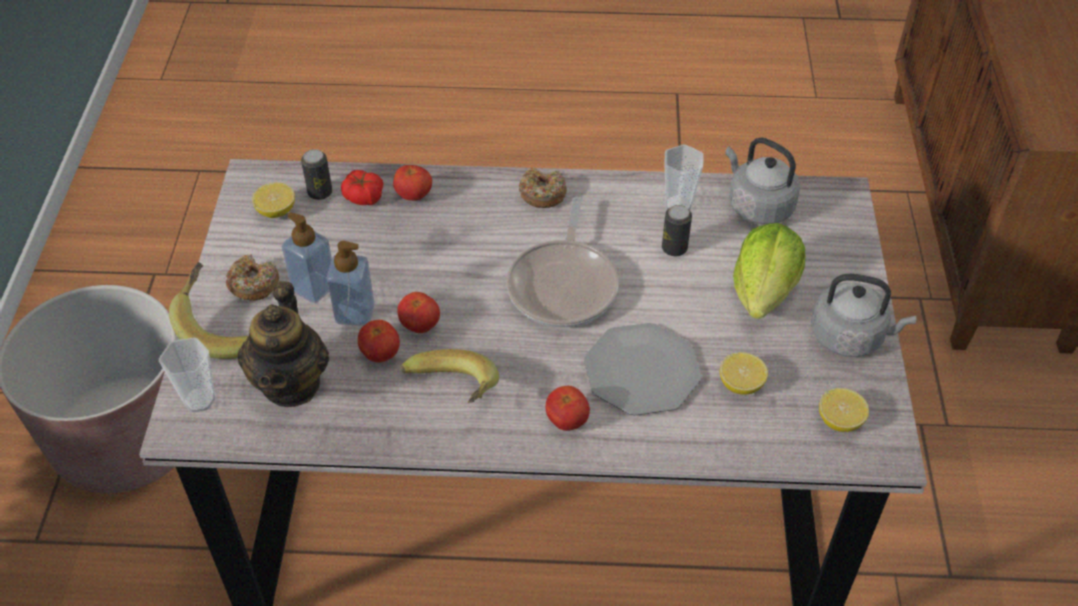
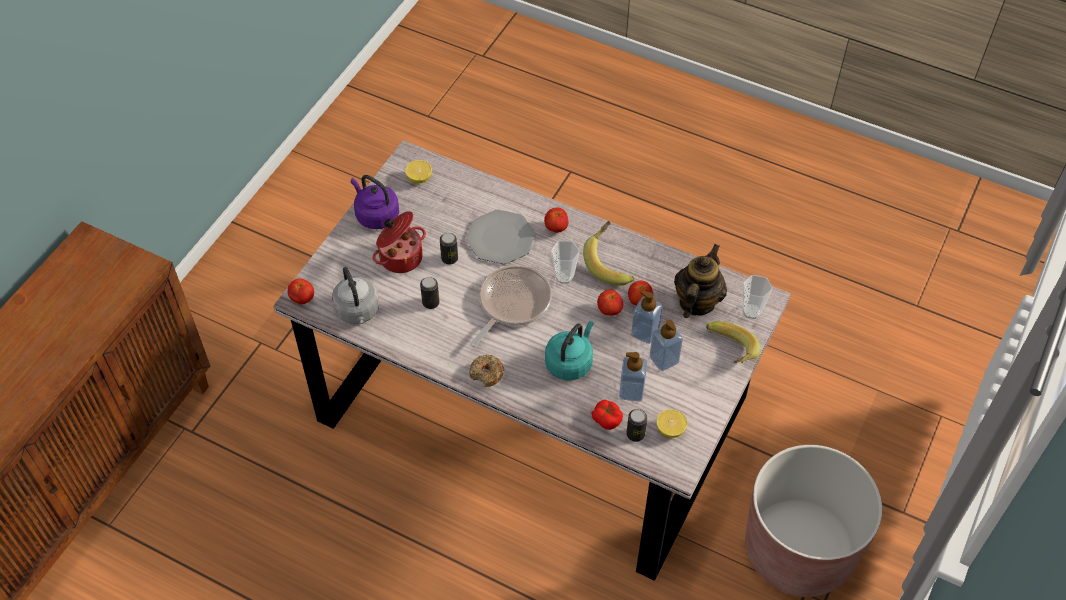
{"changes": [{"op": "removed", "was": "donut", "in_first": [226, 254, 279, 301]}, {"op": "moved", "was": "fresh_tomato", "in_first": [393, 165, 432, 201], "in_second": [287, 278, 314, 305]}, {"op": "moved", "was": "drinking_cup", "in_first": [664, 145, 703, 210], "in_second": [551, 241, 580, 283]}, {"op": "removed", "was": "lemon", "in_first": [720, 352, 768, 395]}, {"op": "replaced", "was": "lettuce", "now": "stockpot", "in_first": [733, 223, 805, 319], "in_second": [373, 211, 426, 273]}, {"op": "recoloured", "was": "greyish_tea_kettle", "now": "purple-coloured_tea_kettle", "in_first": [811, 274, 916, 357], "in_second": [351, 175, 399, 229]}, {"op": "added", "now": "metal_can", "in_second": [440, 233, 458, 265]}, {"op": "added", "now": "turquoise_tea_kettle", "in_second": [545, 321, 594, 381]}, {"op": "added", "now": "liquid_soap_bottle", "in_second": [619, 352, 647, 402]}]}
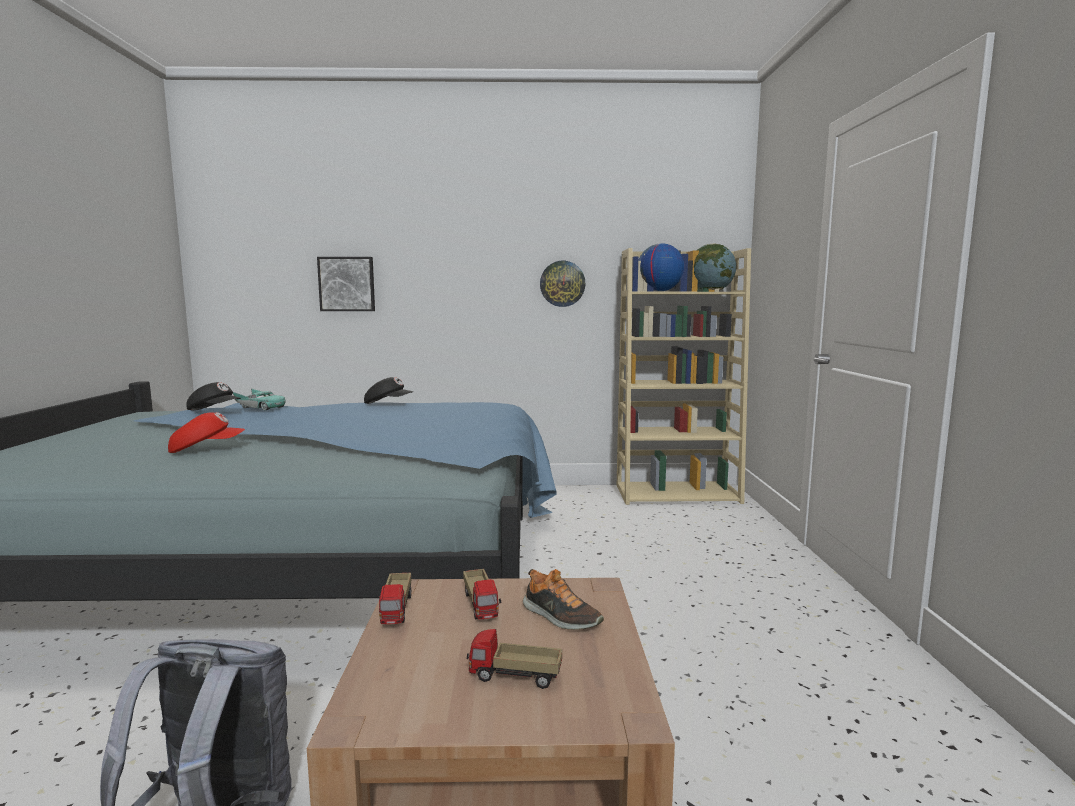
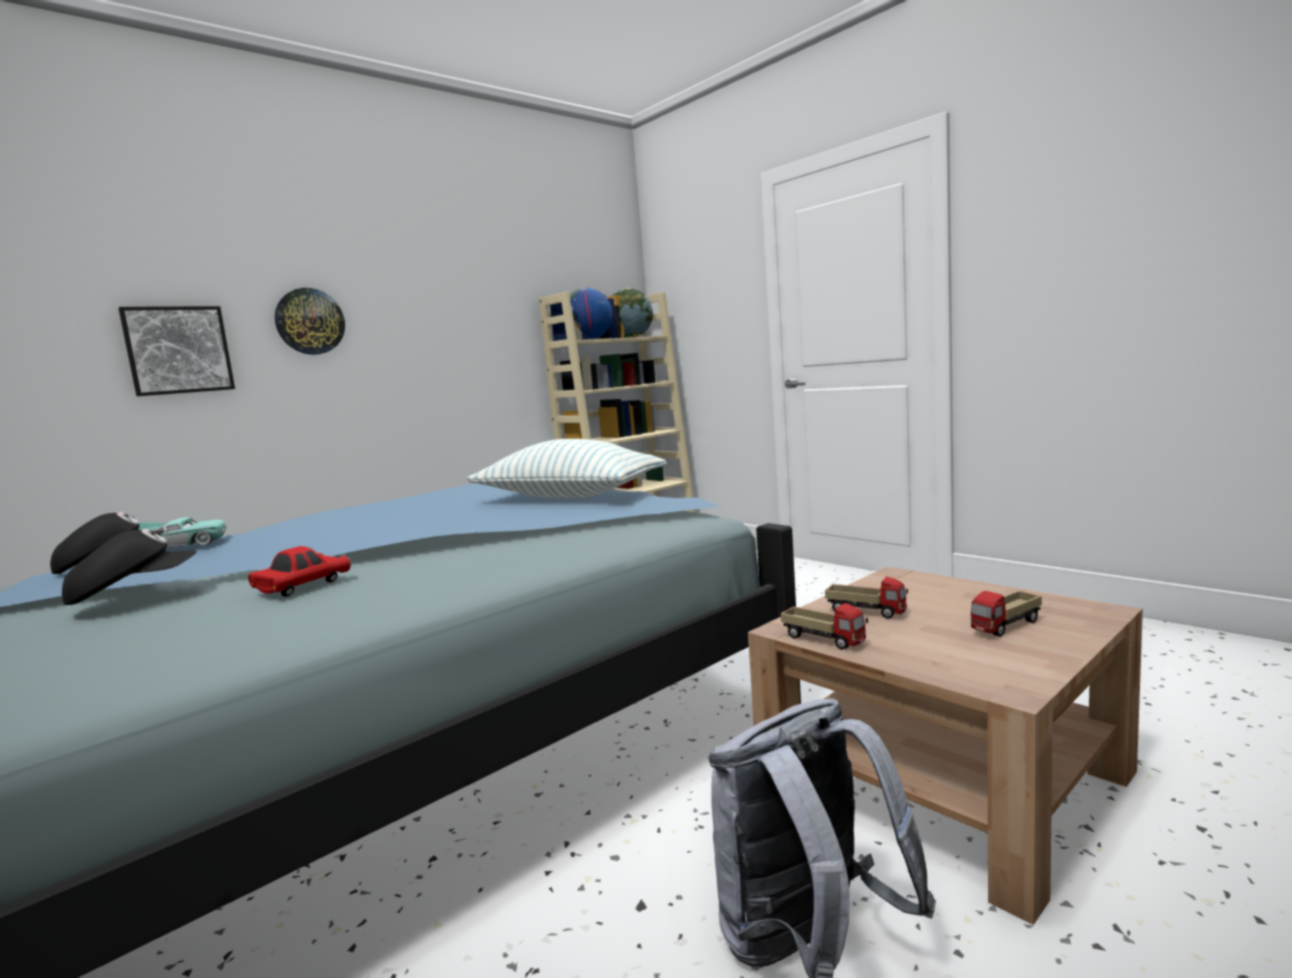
{"changes": [{"op": "replaced", "was": "reddish_baseball_cap", "now": "reddish_toy_car", "in_first": [168, 412, 245, 453], "in_second": [248, 546, 351, 597]}, {"op": "moved", "was": "black_baseball_cap", "in_first": [364, 377, 413, 404], "in_second": [62, 529, 197, 605]}, {"op": "removed", "was": "low_shoe", "in_first": [523, 569, 604, 630]}, {"op": "moved", "was": "wall_clock", "in_first": [540, 261, 585, 307], "in_second": [275, 288, 345, 355]}, {"op": "added", "now": "cushion", "in_second": [467, 439, 667, 498]}]}
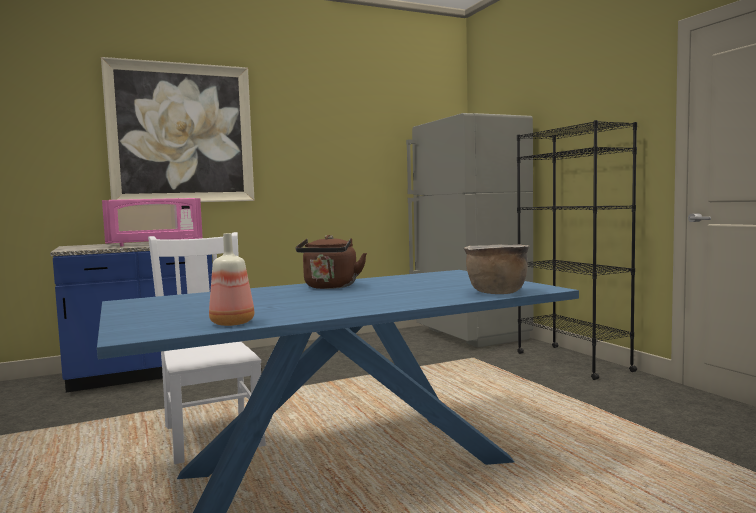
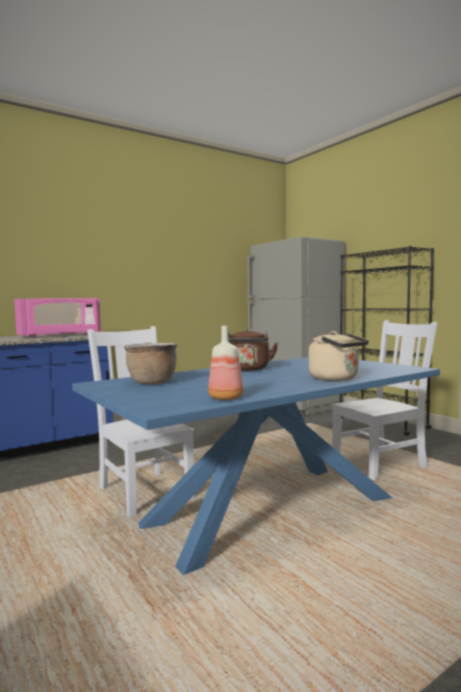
{"changes": [{"op": "removed", "was": "wall_picture", "in_first": [101, 57, 255, 202]}, {"op": "moved", "was": "brown_stockpot", "in_first": [464, 244, 529, 294], "in_second": [124, 343, 177, 384]}, {"op": "added", "now": "beige-coloured_tea_kettle", "in_second": [309, 331, 369, 381]}, {"op": "added", "now": "white-coloured_plain_chair", "in_second": [332, 320, 437, 480]}]}
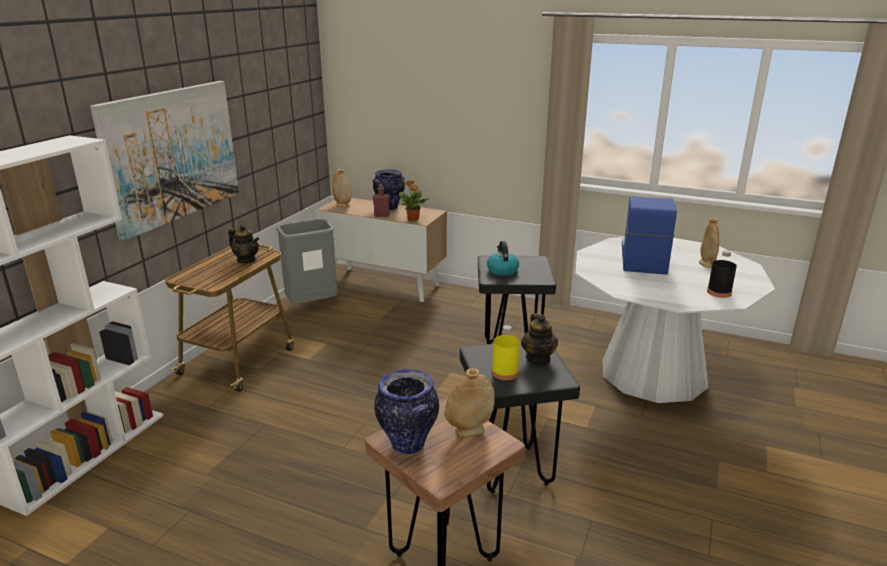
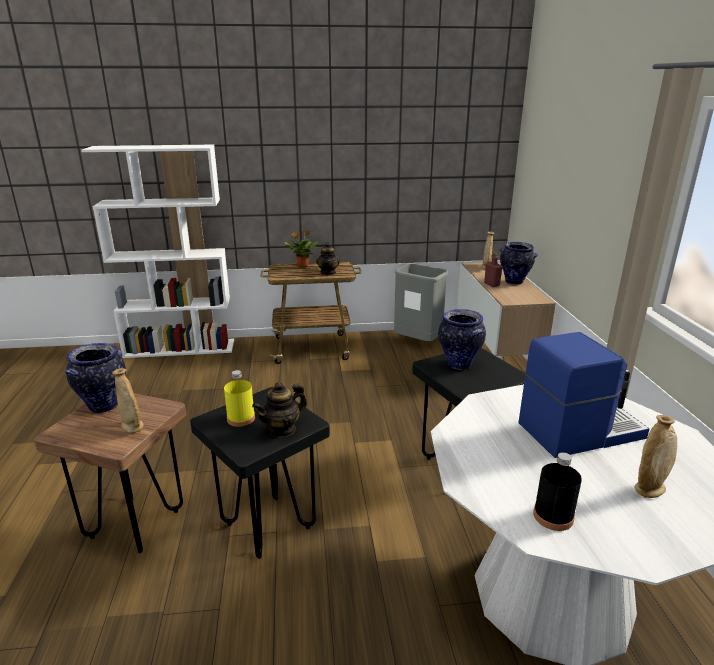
{"changes": [{"op": "removed", "was": "wall_picture", "in_first": [90, 81, 239, 241]}, {"op": "moved", "was": "plant_in_a_pot", "in_first": [399, 181, 429, 220], "in_second": [284, 229, 318, 267]}, {"op": "replaced", "was": "tea_kettle", "now": "flower_vase", "in_first": [487, 241, 519, 276], "in_second": [438, 309, 486, 370]}]}
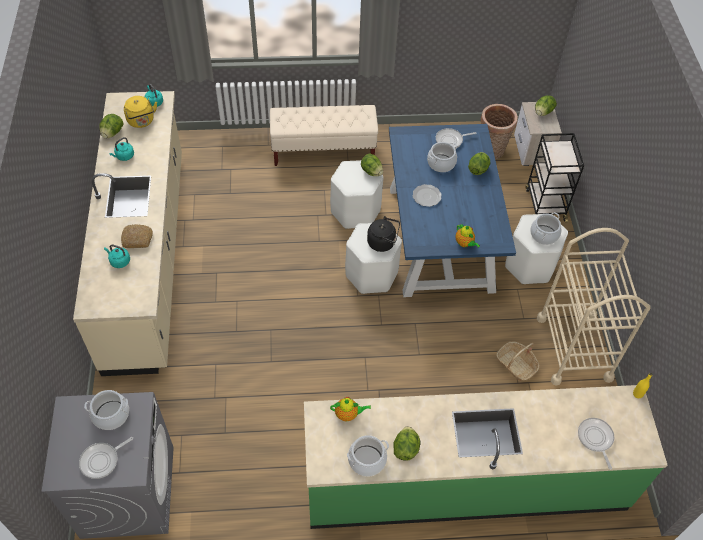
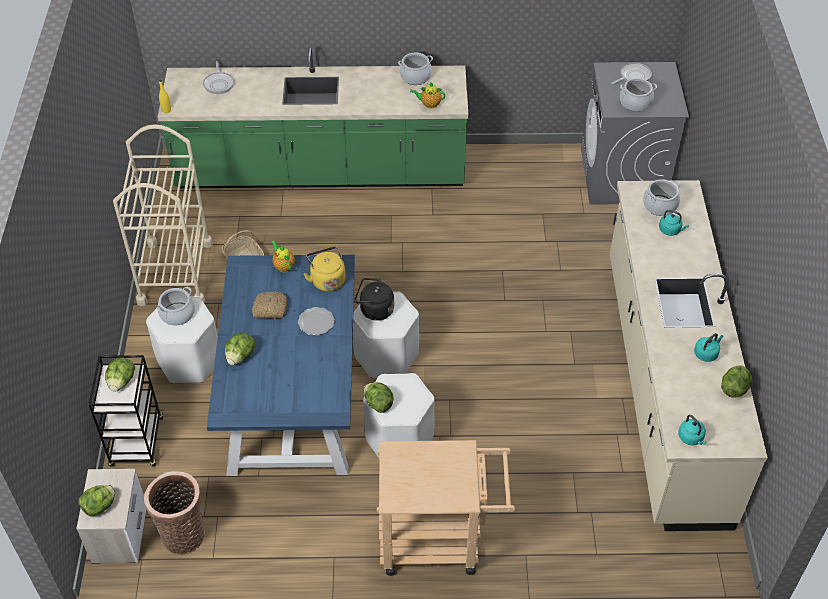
{"changes": [{"op": "moved", "was": "bread", "in_first": [121, 224, 153, 248], "in_second": [252, 292, 287, 319]}, {"op": "moved", "was": "yellow-coloured_tea_kettle", "in_first": [124, 96, 157, 128], "in_second": [304, 246, 346, 292]}, {"op": "replaced", "was": "beige-coloured_long_seat", "now": "beige-coloured_wheeled_cart", "in_first": [270, 105, 378, 166], "in_second": [377, 440, 515, 576]}, {"op": "moved", "was": "lettuce", "in_first": [393, 426, 421, 461], "in_second": [105, 358, 135, 392]}, {"op": "moved", "was": "stockpot", "in_first": [427, 142, 457, 172], "in_second": [643, 179, 681, 216]}, {"op": "removed", "was": "pan", "in_first": [436, 128, 477, 148]}]}
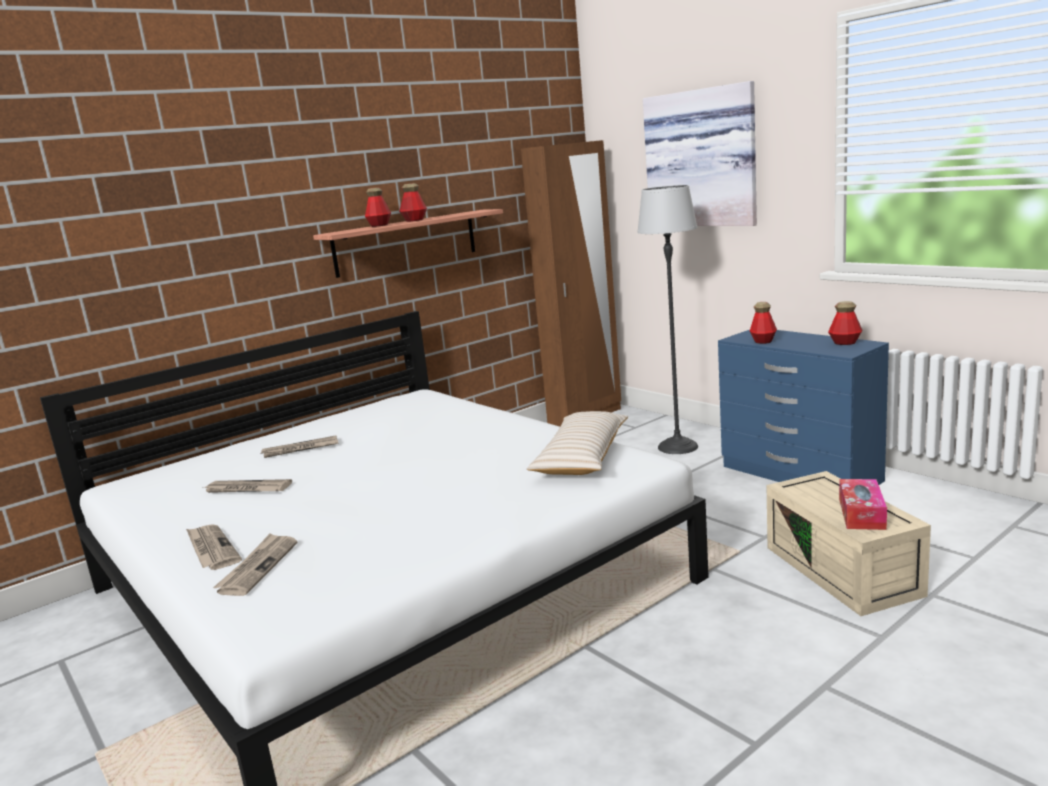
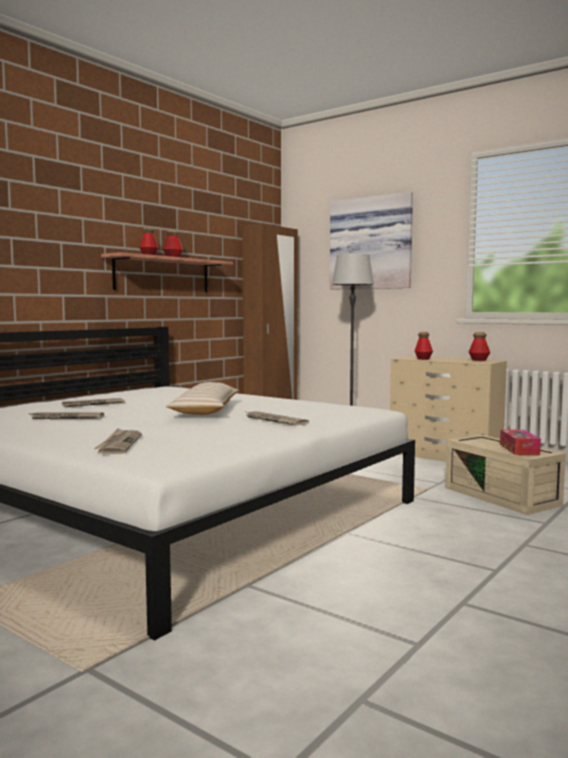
{"changes": [{"op": "moved", "was": "printed_paper", "in_first": [186, 524, 242, 570], "in_second": [244, 411, 309, 426]}, {"op": "moved", "was": "beige-coloured_cushion", "in_first": [527, 411, 628, 475], "in_second": [166, 382, 239, 415]}, {"op": "recoloured", "was": "blue-coloured_dresser", "now": "beige-coloured_dresser", "in_first": [718, 330, 889, 485], "in_second": [390, 356, 507, 462]}]}
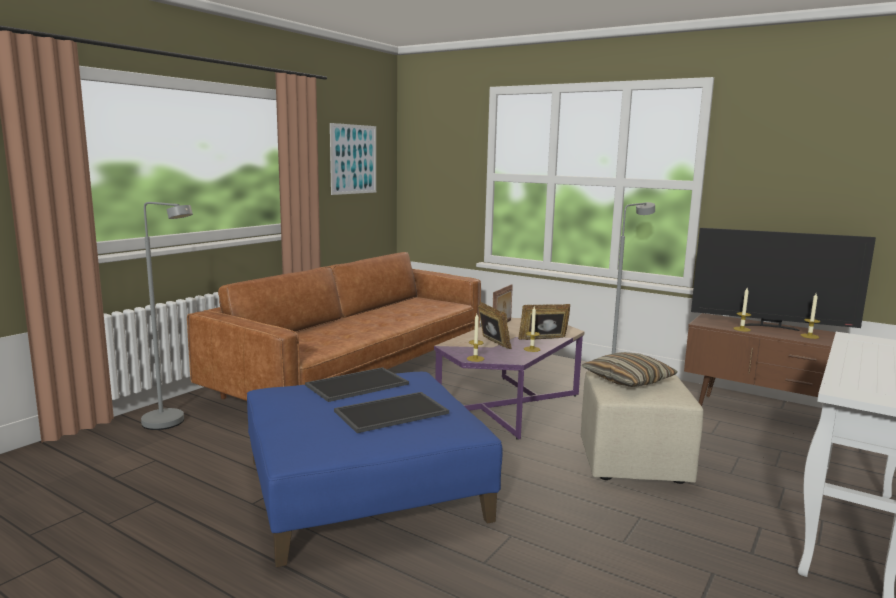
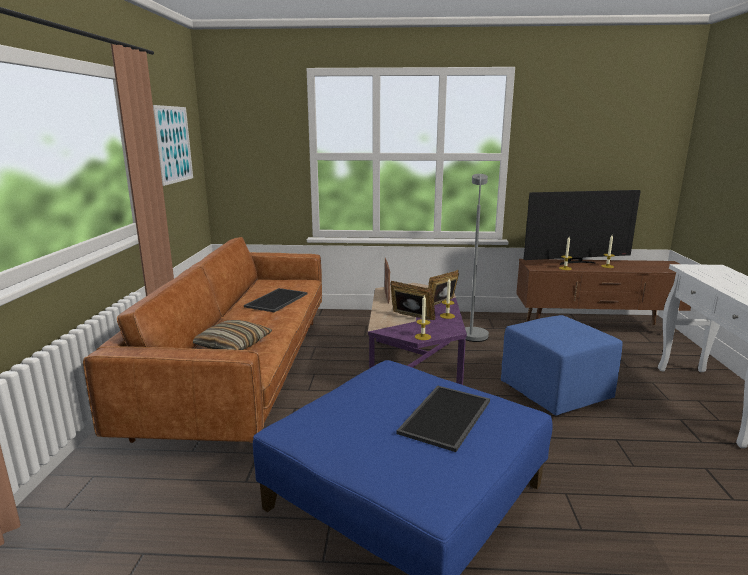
{"changes": [{"op": "removed", "was": "greyish_standard_lamp", "in_first": [141, 202, 193, 430]}, {"op": "moved", "was": "serving_tray", "in_first": [305, 367, 409, 402], "in_second": [244, 288, 307, 312]}, {"op": "recoloured", "was": "beige-coloured_footrest", "now": "blue-coloured_footrest", "in_first": [581, 371, 704, 484], "in_second": [501, 315, 623, 416]}, {"op": "moved", "was": "cushion", "in_first": [582, 352, 678, 387], "in_second": [193, 320, 272, 350]}]}
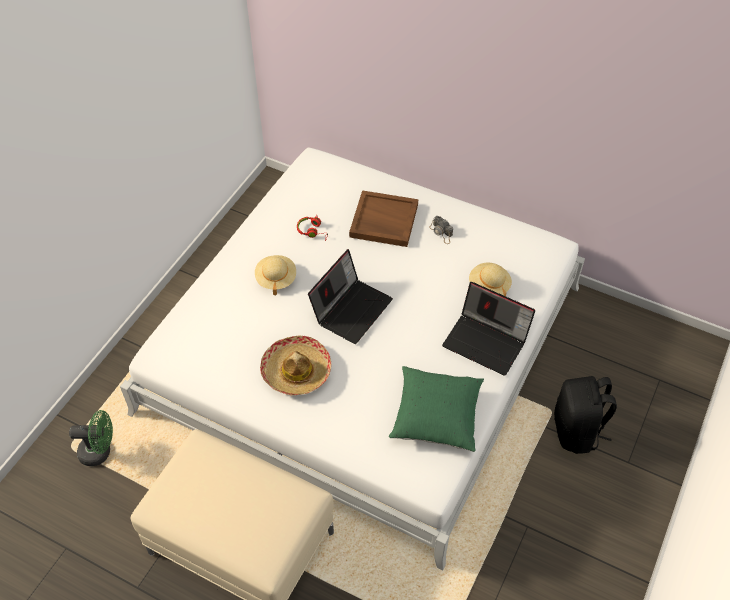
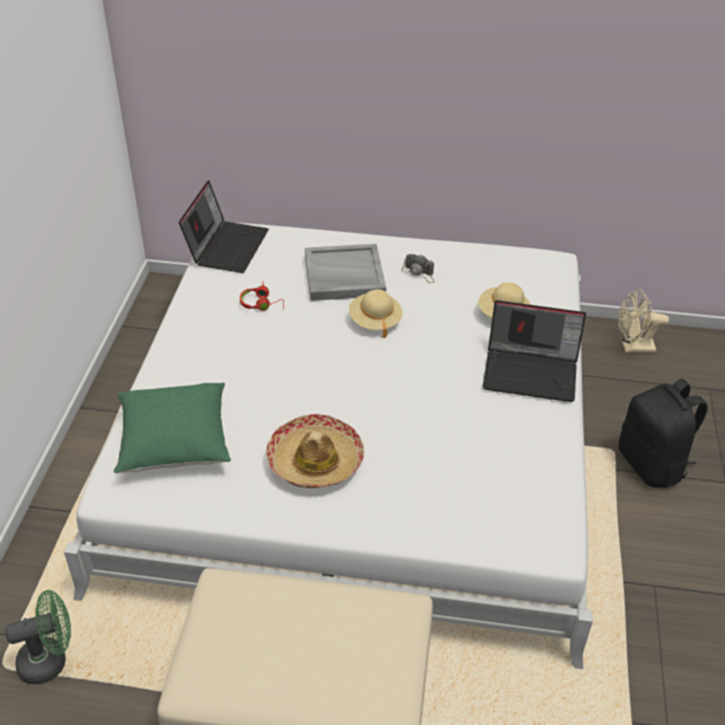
{"changes": [{"op": "moved", "was": "beige-coloured_wearable_hat", "in_first": [255, 255, 296, 295], "in_second": [349, 289, 403, 338]}, {"op": "moved", "was": "laptop", "in_first": [308, 249, 393, 344], "in_second": [179, 180, 269, 273]}, {"op": "recoloured", "was": "brown_serving_tray", "now": "greyish_serving_tray", "in_first": [349, 190, 418, 247], "in_second": [305, 244, 386, 301]}, {"op": "moved", "was": "greenish_cushion", "in_first": [389, 366, 484, 452], "in_second": [114, 383, 231, 473]}, {"op": "added", "now": "beige-coloured_cooling_fan", "in_second": [619, 289, 669, 353]}]}
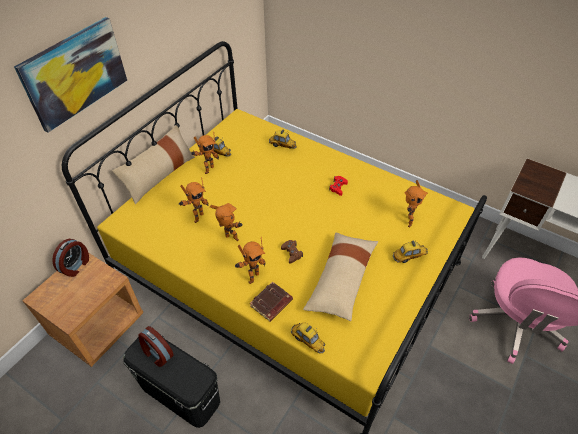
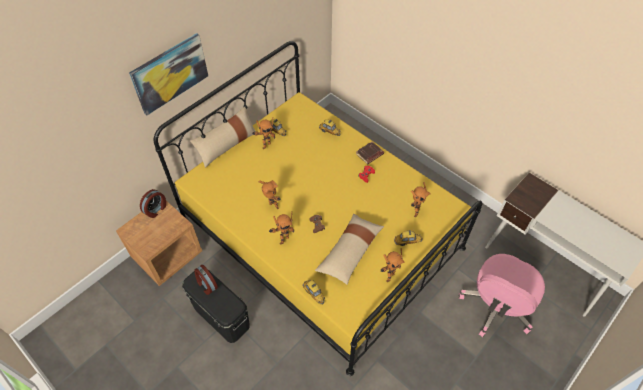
{"changes": [{"op": "moved", "was": "model_robot", "in_first": [179, 177, 208, 223], "in_second": [381, 248, 405, 282]}, {"op": "moved", "was": "brown_bound_book", "in_first": [250, 281, 293, 322], "in_second": [356, 141, 384, 164]}]}
